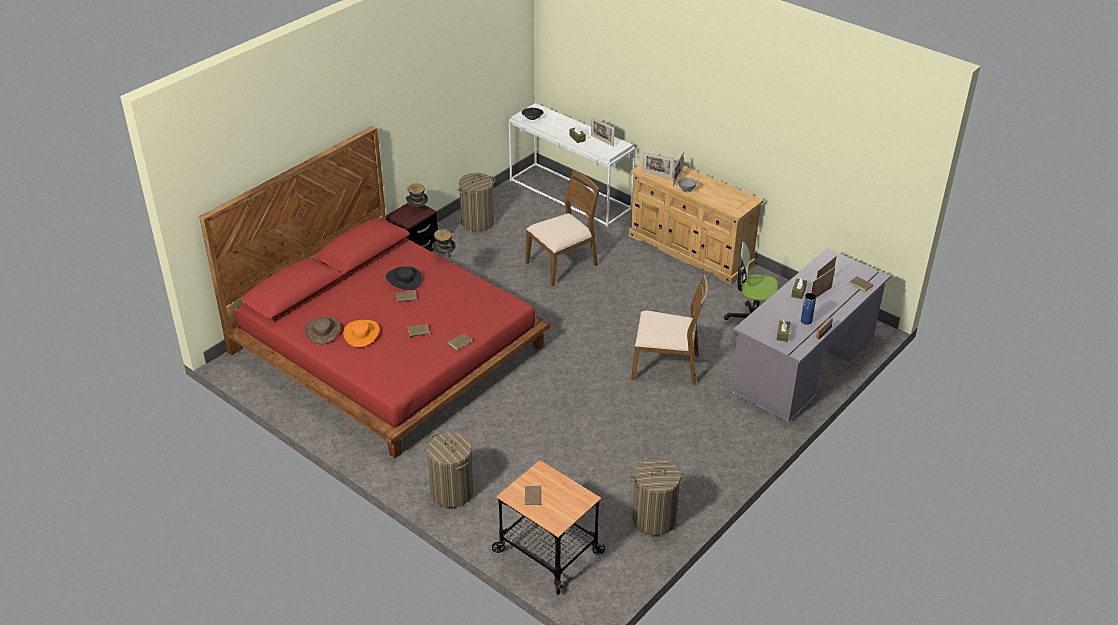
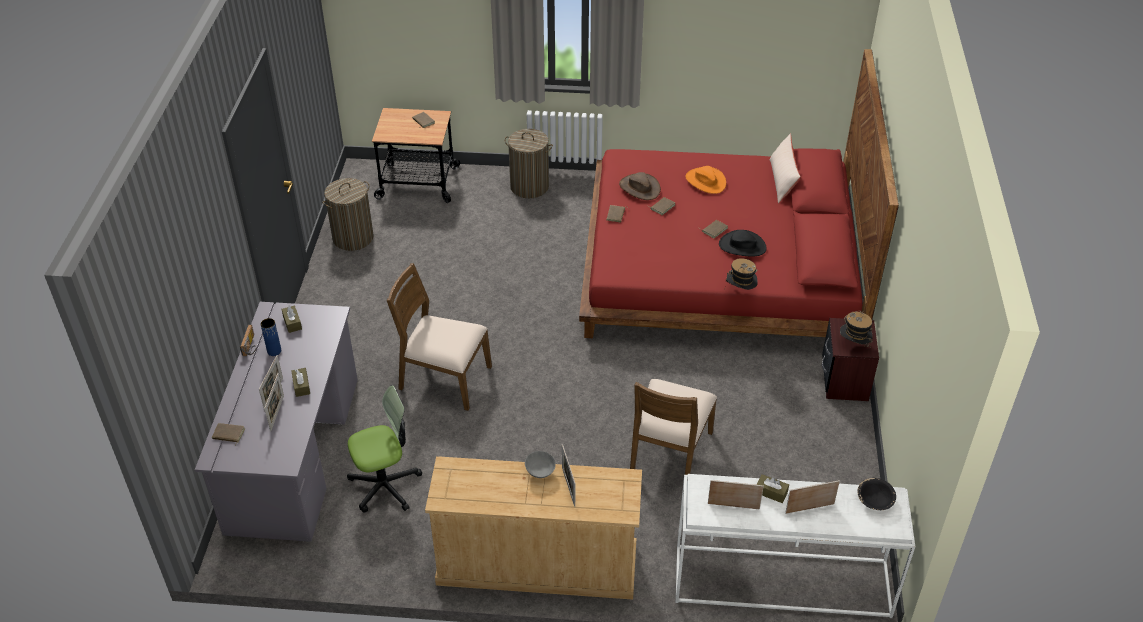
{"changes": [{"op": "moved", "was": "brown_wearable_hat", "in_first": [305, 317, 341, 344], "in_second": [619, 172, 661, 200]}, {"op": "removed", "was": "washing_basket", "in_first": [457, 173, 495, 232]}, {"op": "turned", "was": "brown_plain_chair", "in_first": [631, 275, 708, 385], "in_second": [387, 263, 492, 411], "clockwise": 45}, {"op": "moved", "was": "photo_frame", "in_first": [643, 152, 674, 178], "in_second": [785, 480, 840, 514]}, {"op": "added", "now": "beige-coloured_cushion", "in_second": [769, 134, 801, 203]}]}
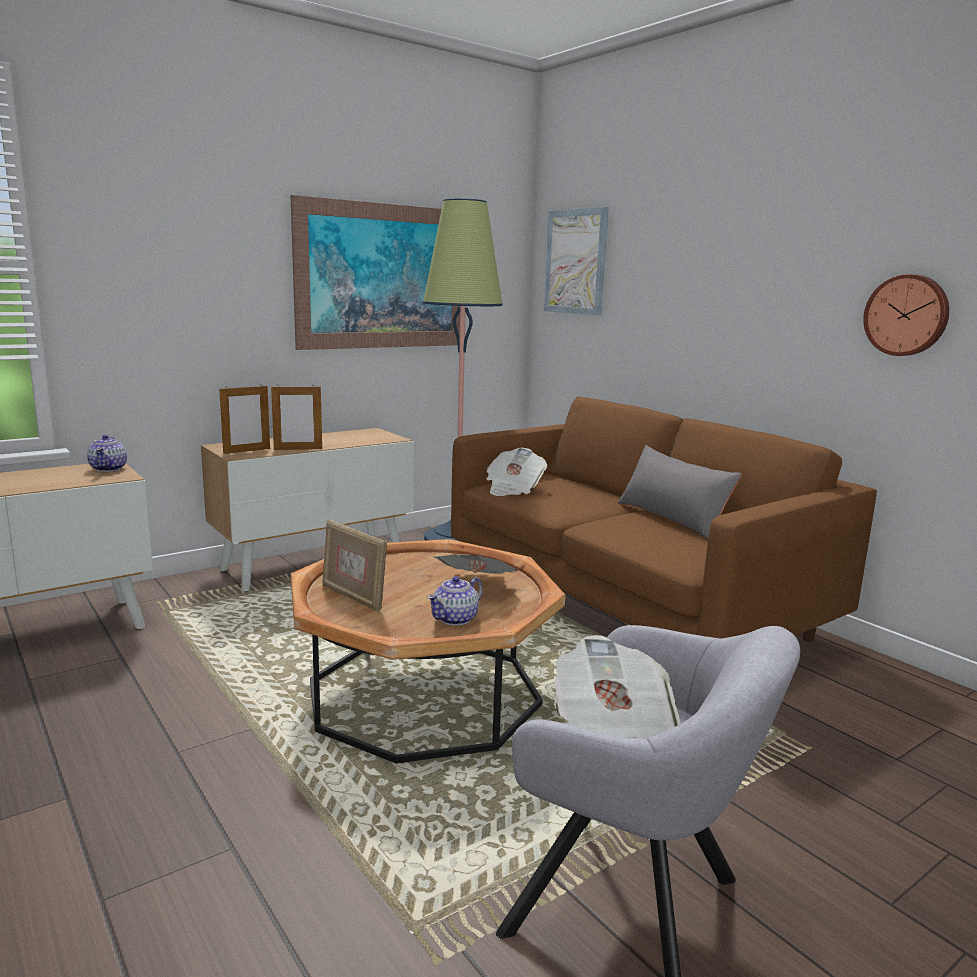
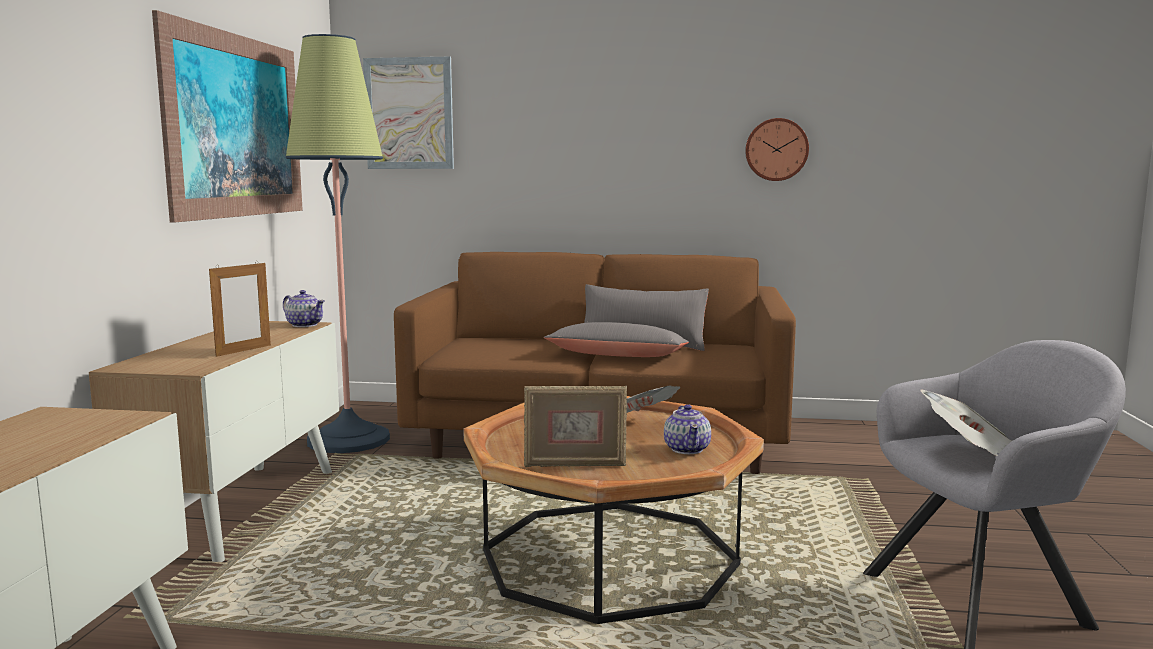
{"changes": [{"op": "moved", "was": "pot_for_tea", "in_first": [87, 435, 127, 472], "in_second": [283, 290, 325, 327]}, {"op": "removed", "was": "photo_frame", "in_first": [219, 384, 270, 454]}, {"op": "removed", "was": "printed_paper", "in_first": [486, 448, 547, 496]}, {"op": "added", "now": "greyish_cushion", "in_second": [544, 322, 689, 357]}]}
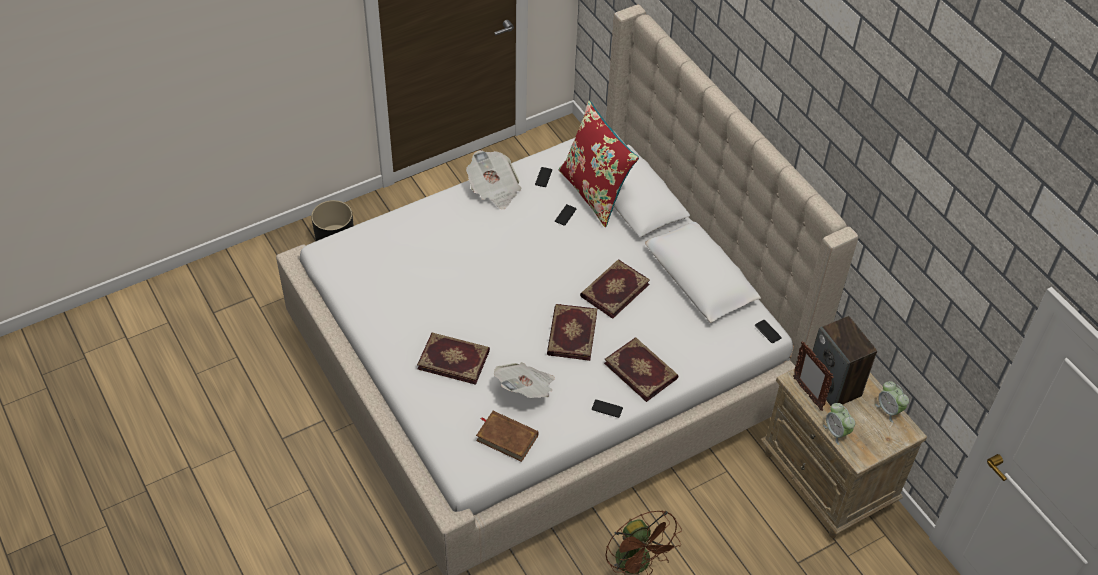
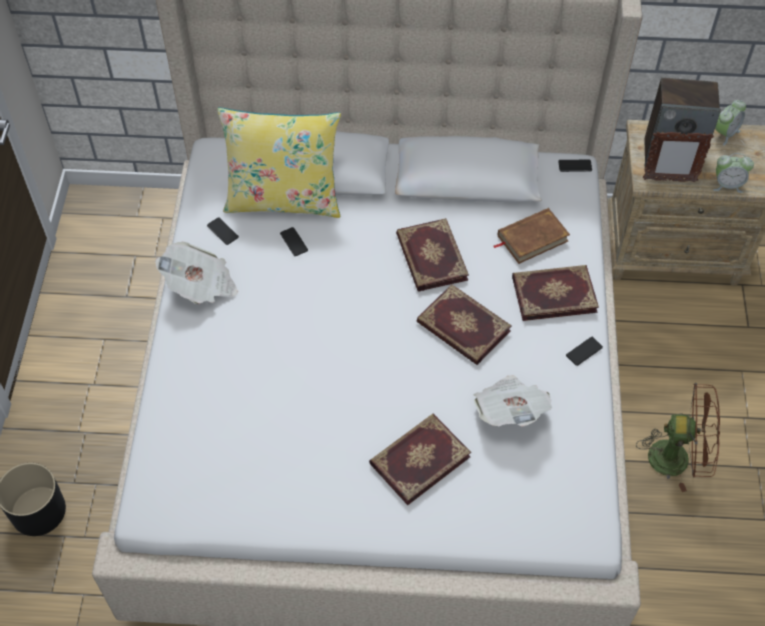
{"changes": [{"op": "moved", "was": "brown_bound_book", "in_first": [476, 411, 539, 462], "in_second": [494, 208, 570, 264]}, {"op": "recoloured", "was": "reddish_cushion", "now": "yellow-coloured_cushion", "in_first": [559, 100, 639, 227], "in_second": [217, 107, 341, 218]}, {"op": "turned", "was": "alarm_clock", "in_first": [875, 381, 909, 423], "in_second": [715, 100, 746, 146], "clockwise": -45}]}
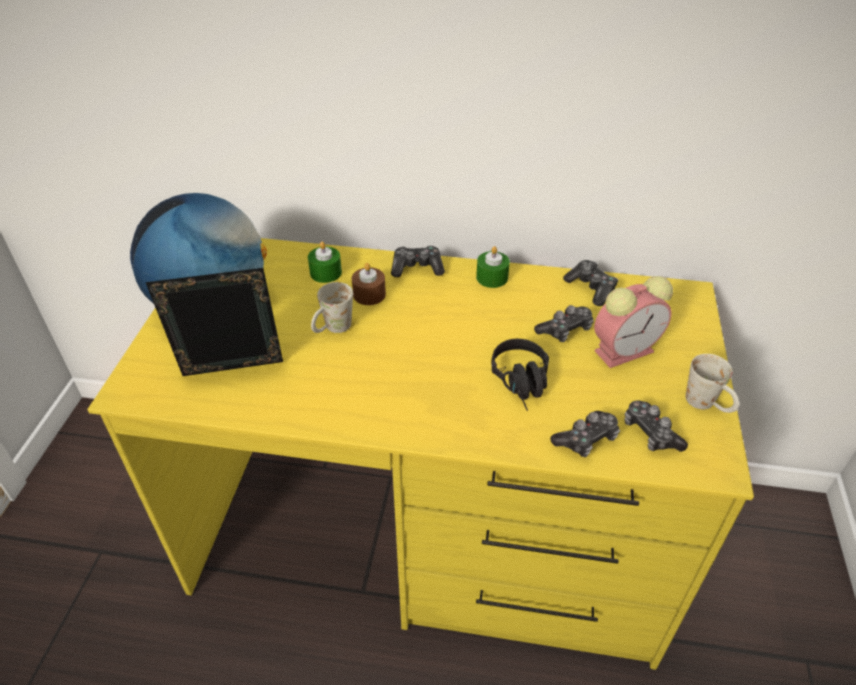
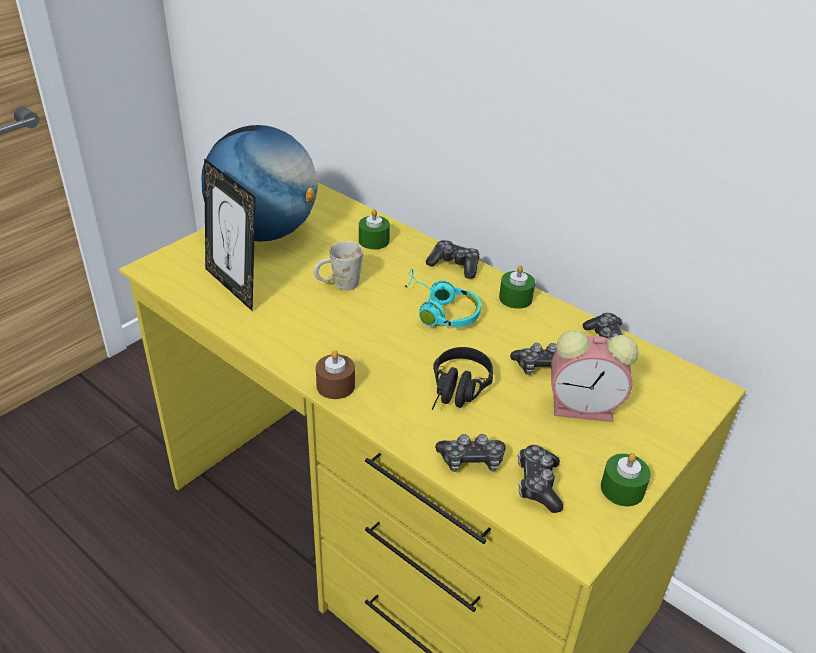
{"changes": [{"op": "turned", "was": "photo_frame", "in_first": [145, 268, 283, 376], "in_second": [204, 158, 256, 311], "clockwise": -150}, {"op": "moved", "was": "brown_wax_light", "in_first": [352, 263, 386, 305], "in_second": [316, 350, 355, 399]}, {"op": "replaced", "was": "white-coloured_mug", "now": "greenish_wax_light", "in_first": [686, 354, 739, 413], "in_second": [601, 453, 651, 506]}, {"op": "added", "now": "turquoise_headset", "in_second": [404, 269, 481, 328]}]}
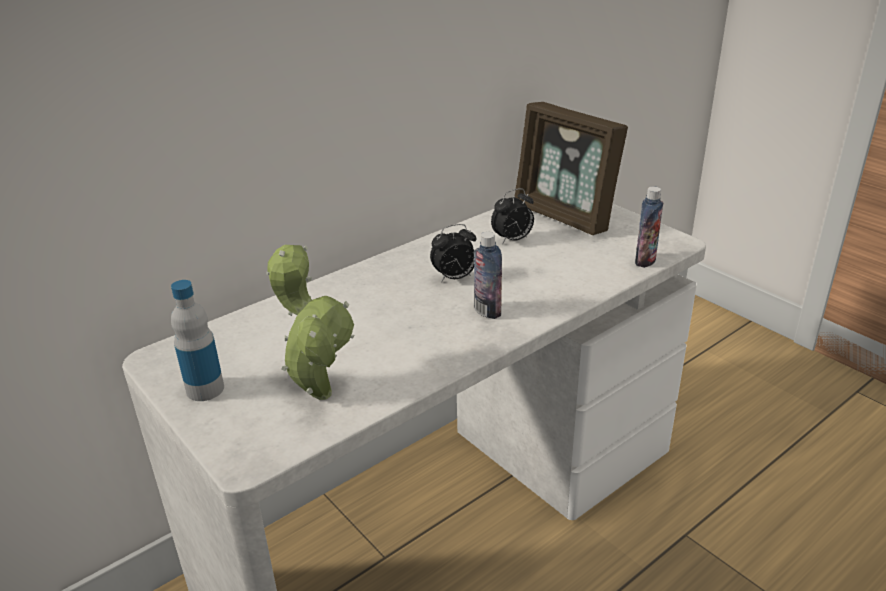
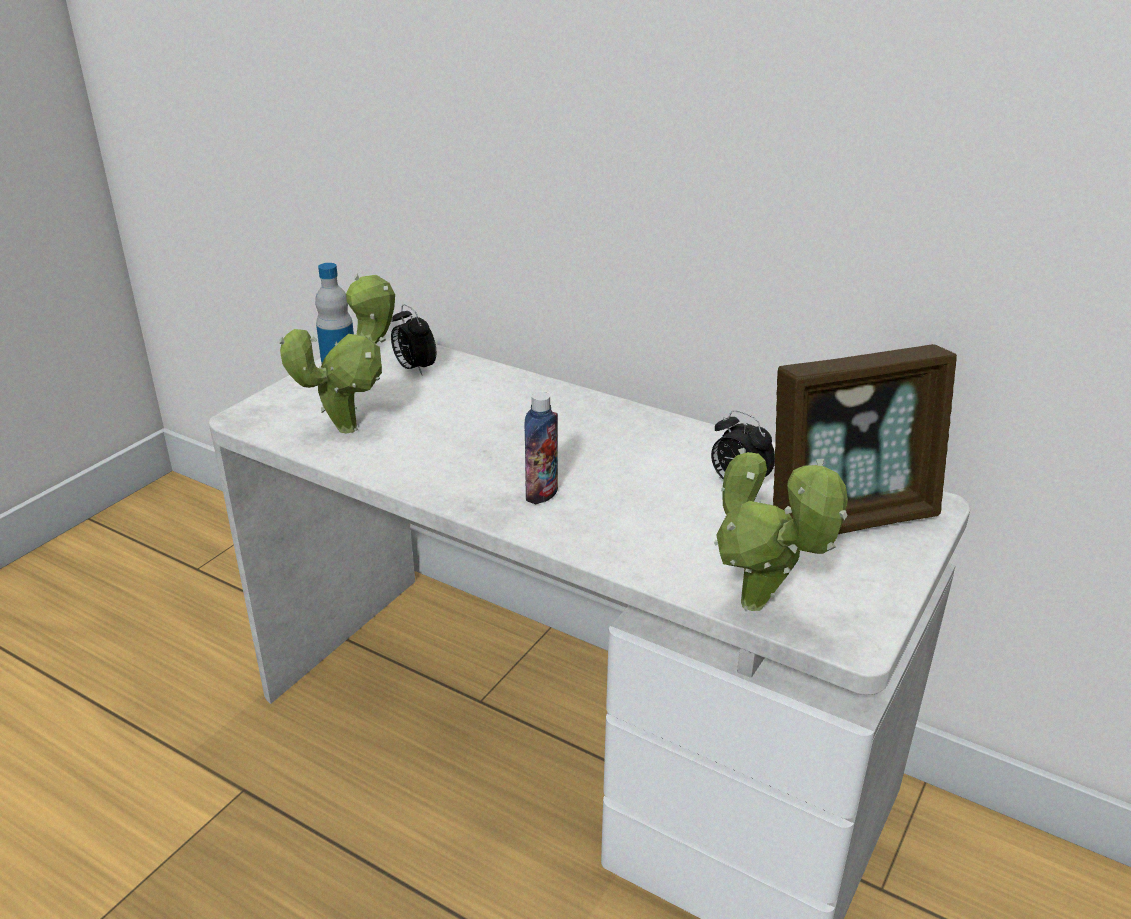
{"changes": [{"op": "moved", "was": "alarm_clock", "in_first": [430, 224, 476, 282], "in_second": [391, 304, 436, 375]}, {"op": "turned", "was": "photo_frame", "in_first": [515, 102, 628, 235], "in_second": [773, 344, 957, 534], "clockwise": -135}, {"op": "replaced", "was": "beverage_bottle", "now": "plant_in_a_pot", "in_first": [635, 186, 663, 268], "in_second": [714, 448, 848, 611]}]}
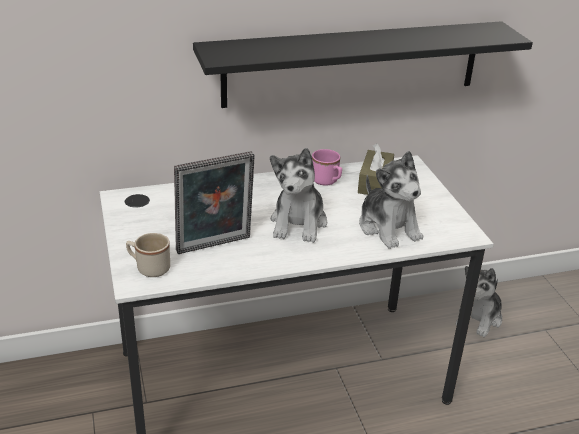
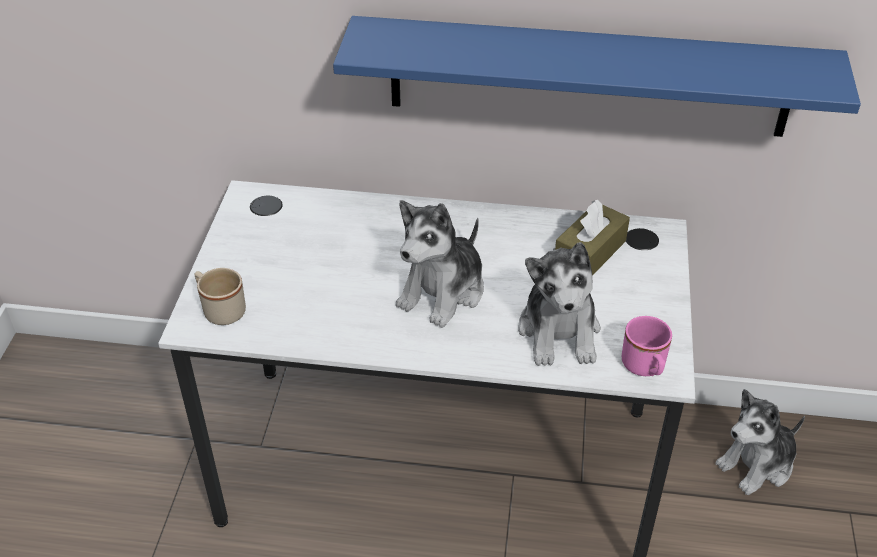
{"changes": [{"op": "removed", "was": "photo_frame", "in_first": [174, 151, 255, 254]}, {"op": "recoloured", "was": "black_wall_shelf", "now": "blue-coloured_wall_shelf", "in_first": [193, 21, 533, 108], "in_second": [333, 16, 861, 137]}, {"op": "moved", "was": "pink-coloured_mug", "in_first": [312, 149, 342, 186], "in_second": [622, 316, 672, 376]}]}
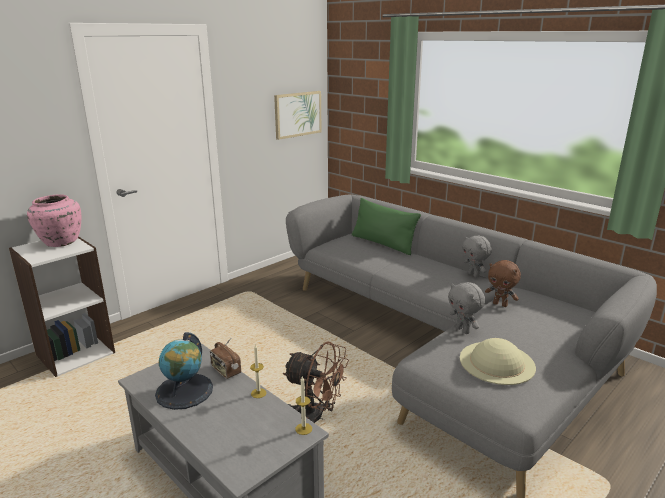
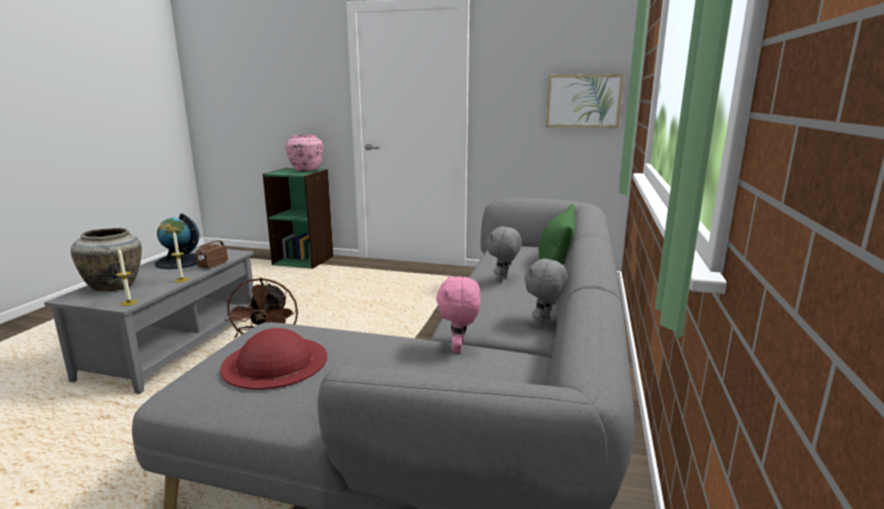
{"changes": [{"op": "recoloured", "was": "white-coloured_shelving_unit", "now": "greenish_shelving_unit", "in_first": [9, 236, 115, 377], "in_second": [263, 168, 333, 269]}, {"op": "moved", "was": "greyish_plush_toy", "in_first": [448, 282, 485, 334], "in_second": [486, 226, 522, 282]}, {"op": "recoloured", "was": "beige-coloured_wearable_hat", "now": "reddish_wearable_hat", "in_first": [460, 338, 536, 385], "in_second": [220, 328, 327, 390]}, {"op": "recoloured", "was": "brown_plush_toy", "now": "pink-coloured_plush_toy", "in_first": [485, 260, 521, 307], "in_second": [436, 275, 481, 353]}, {"op": "added", "now": "beige-coloured_flower_vase", "in_second": [71, 228, 142, 292]}]}
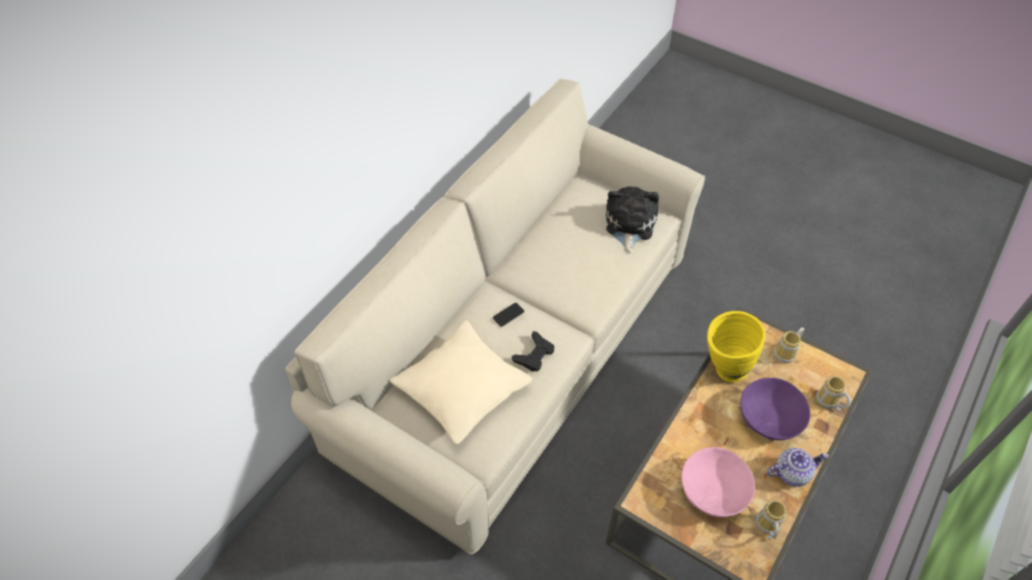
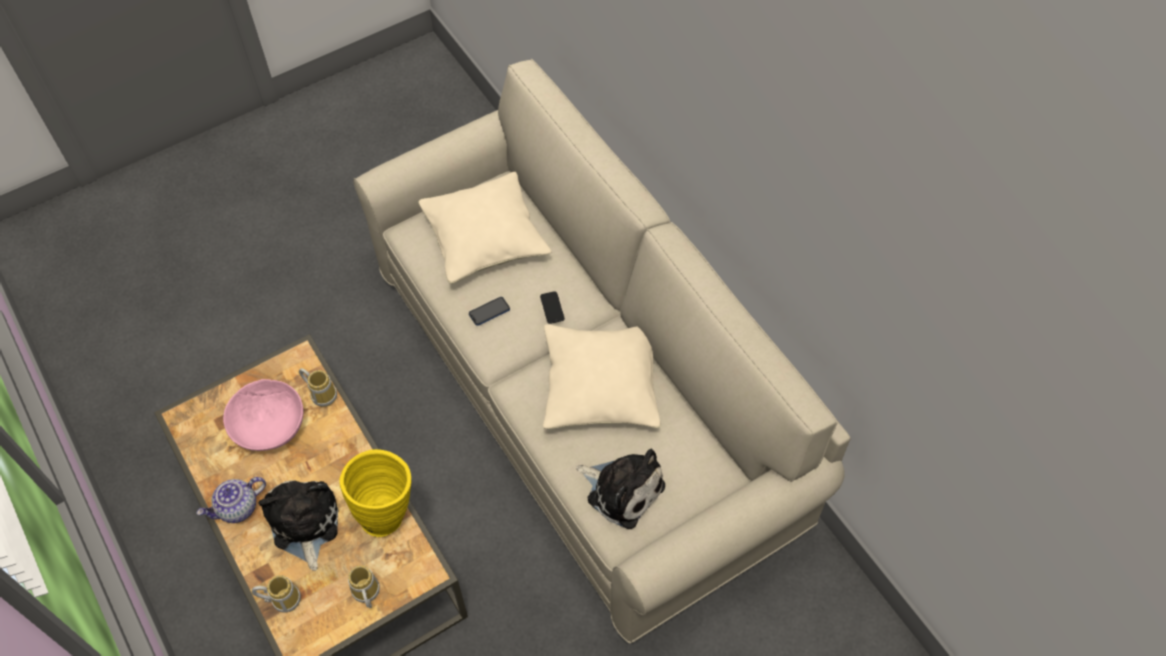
{"changes": [{"op": "replaced", "was": "black_gamepad", "now": "telephone", "in_first": [512, 331, 555, 372], "in_second": [469, 297, 510, 326]}, {"op": "replaced", "was": "purple-coloured_bowl", "now": "plush_toy", "in_first": [740, 378, 810, 440], "in_second": [258, 480, 338, 571]}, {"op": "moved", "was": "mug", "in_first": [756, 500, 786, 539], "in_second": [299, 368, 337, 407]}, {"op": "turned", "was": "pot_for_tea", "in_first": [767, 448, 829, 487], "in_second": [197, 477, 266, 523], "clockwise": 45}, {"op": "added", "now": "beige-coloured_cushion", "in_second": [543, 324, 660, 429]}]}
